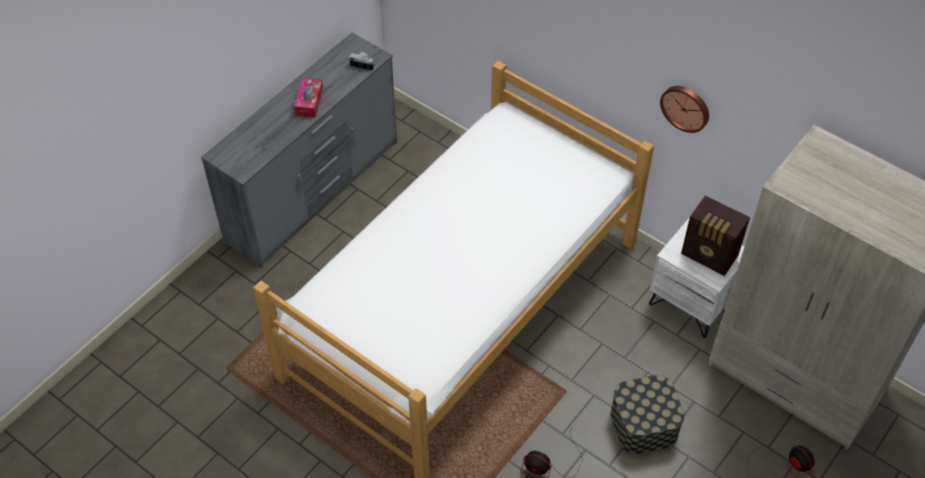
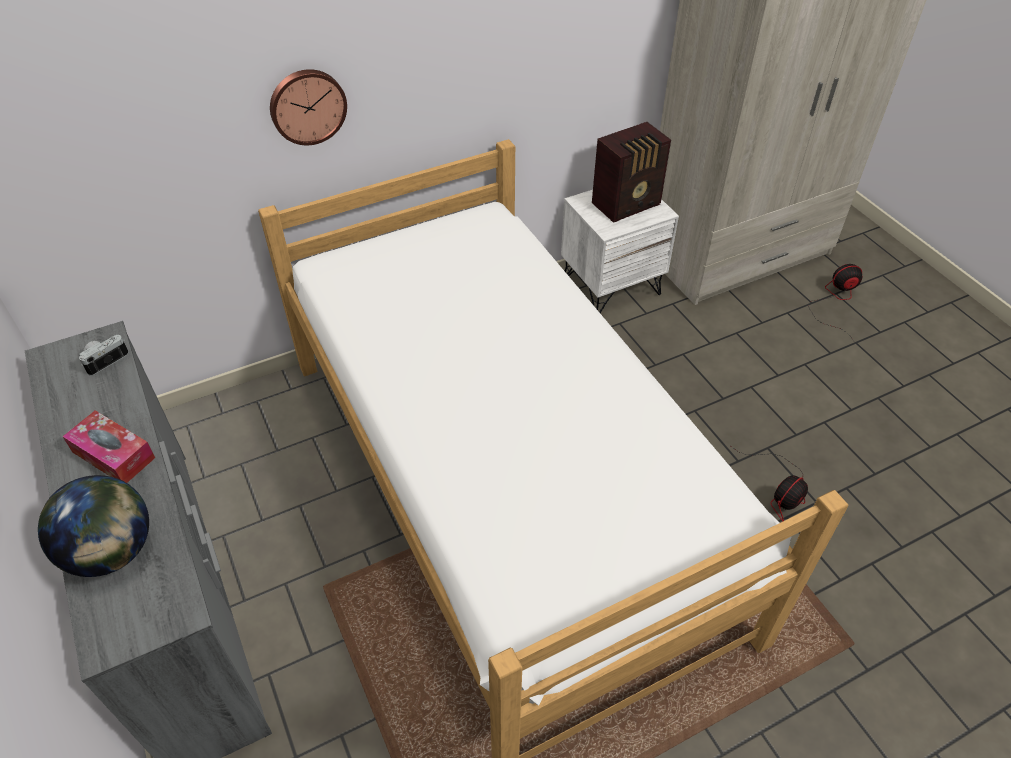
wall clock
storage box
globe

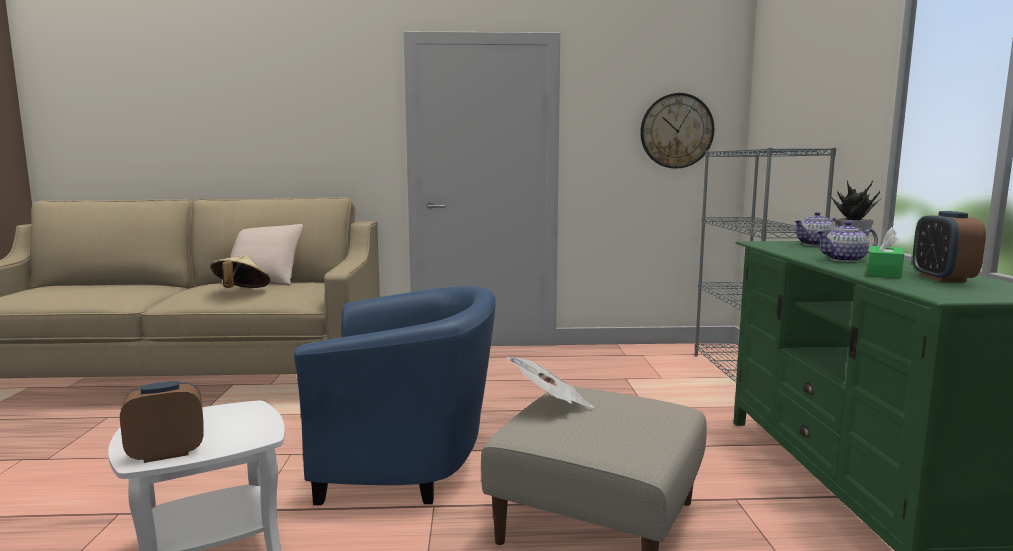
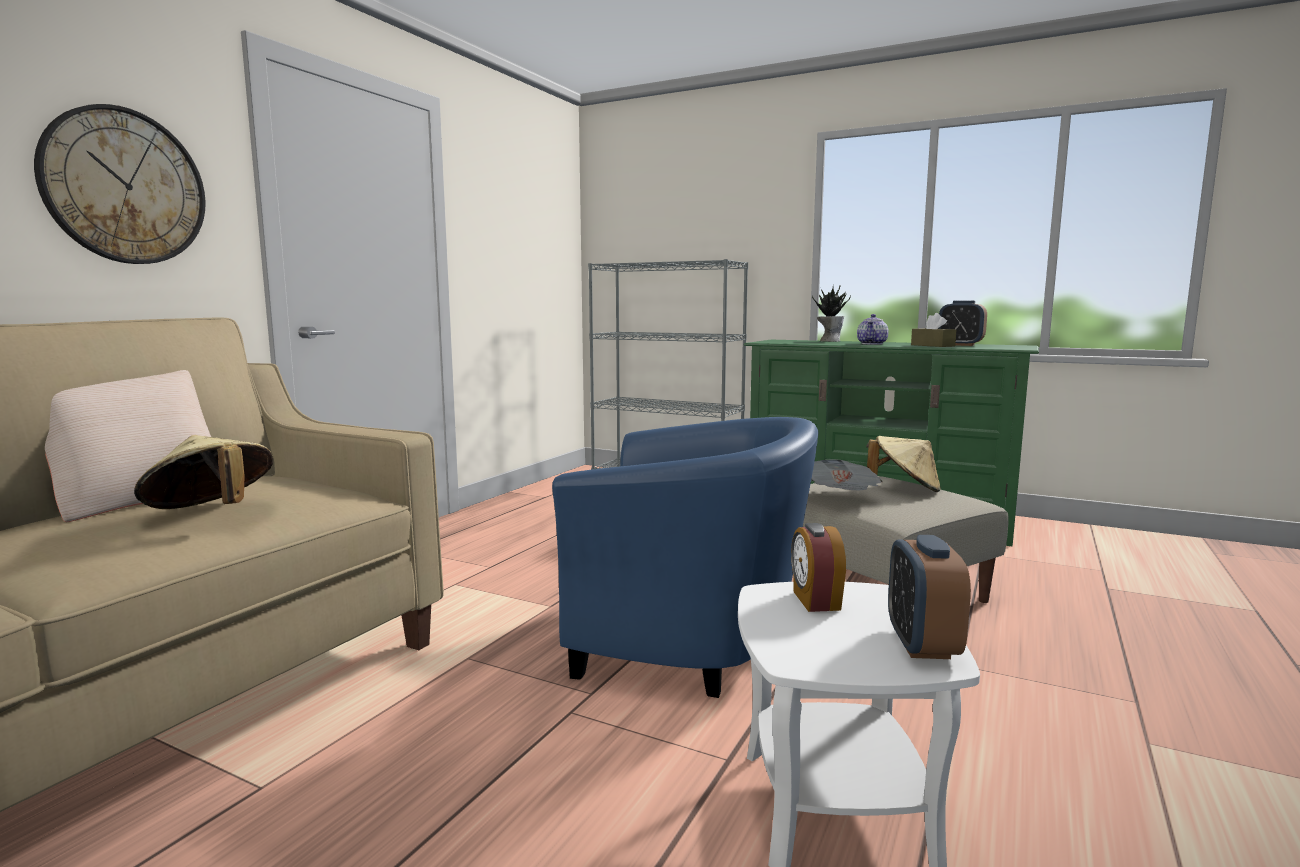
wall clock
teapot (no. 1 from left in the first image)
brown tissue box
blue armchair
beige hat (no. 2 from left)
alarm clock (no. 1 from left)

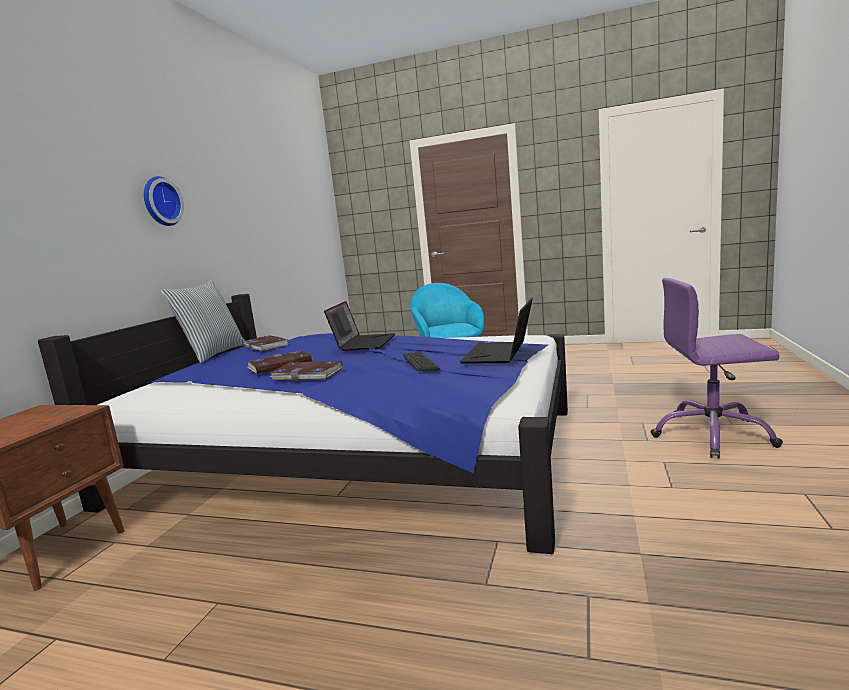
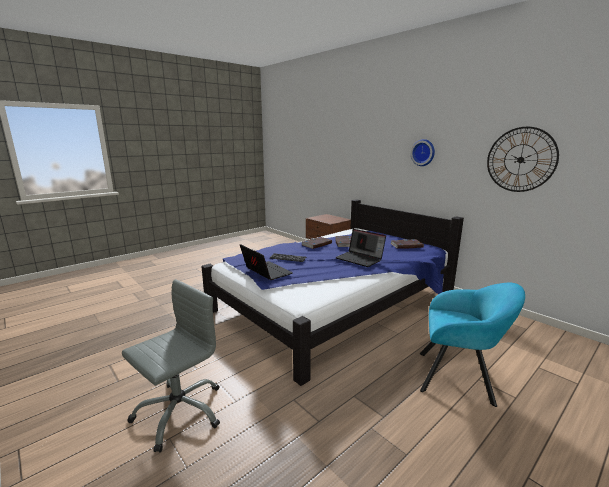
grey office chair
pillow
wall clock (no. 2 from left)

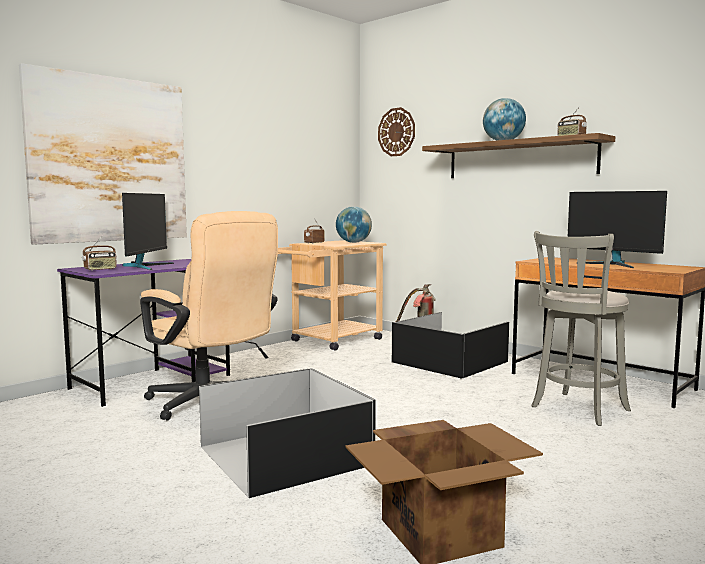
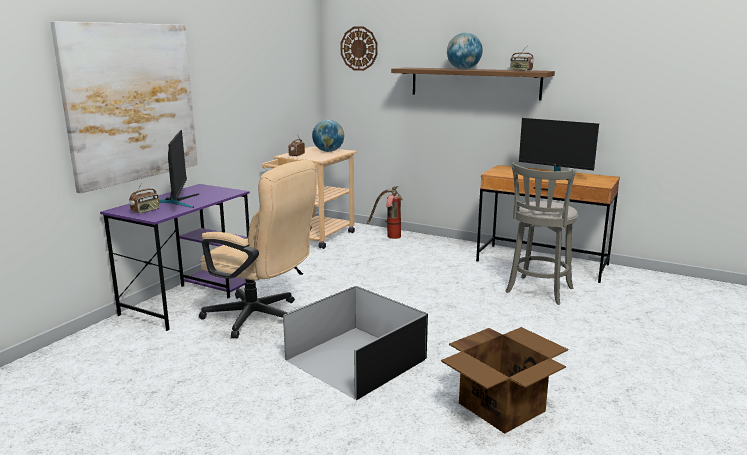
black storage box (no. 2 from left in the first image)

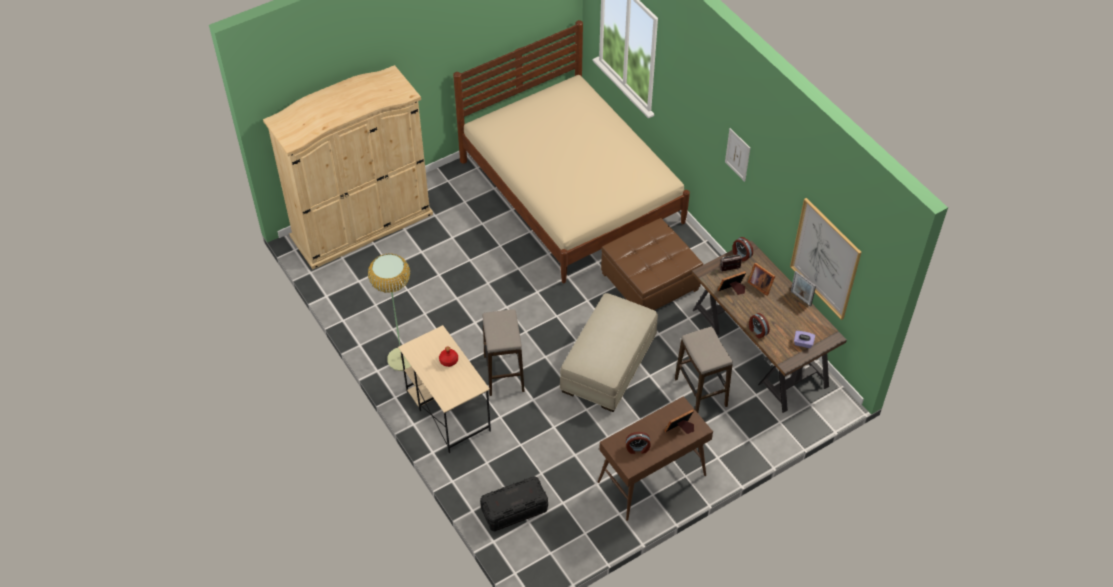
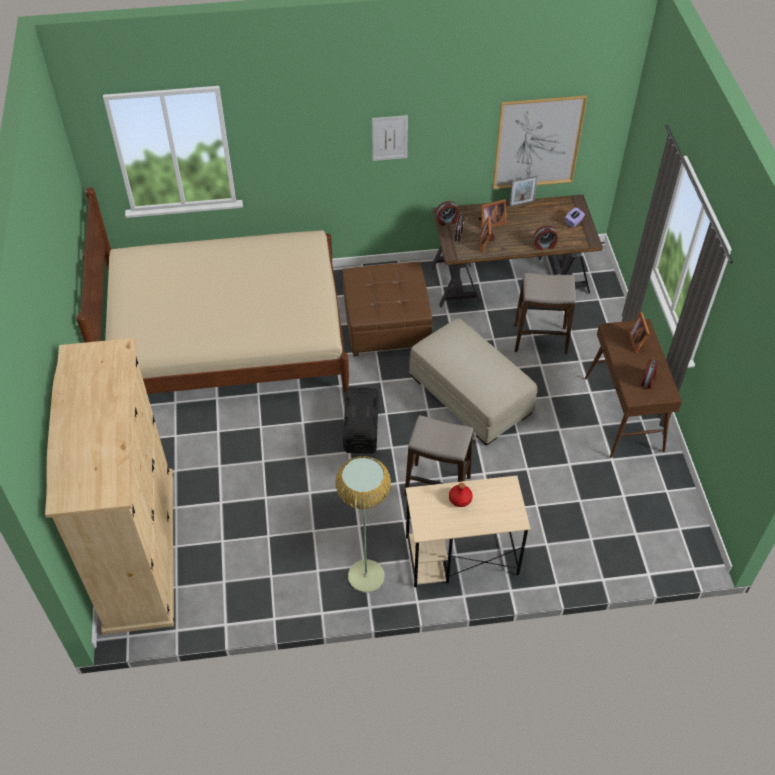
black storage box

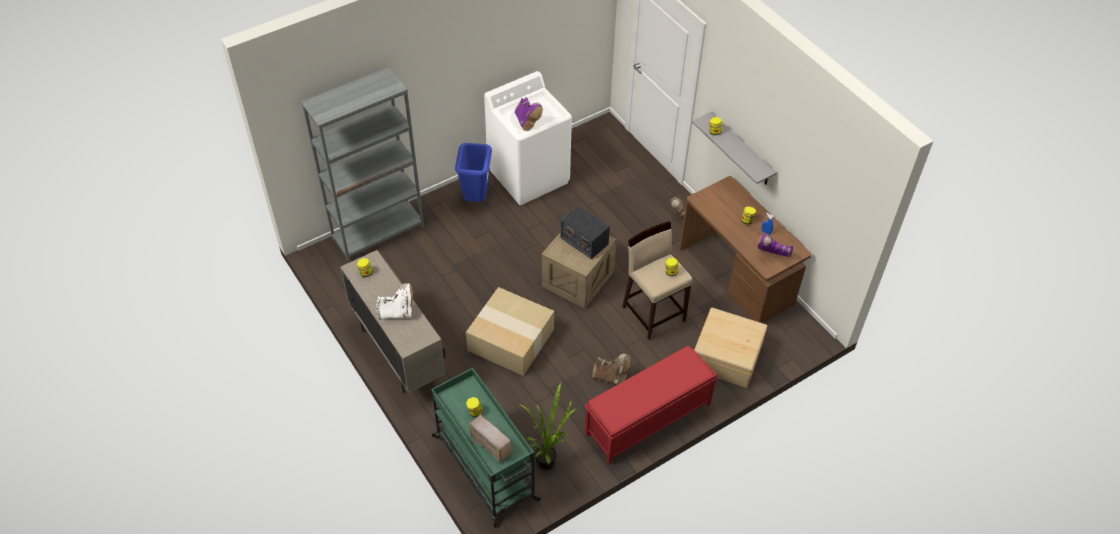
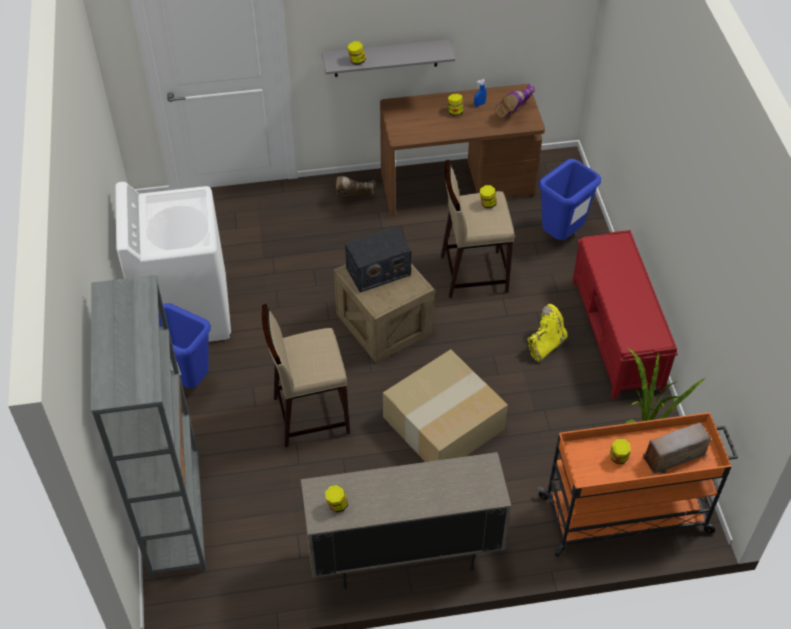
purple boot (no. 1 from left in the first image)
white boot
blue trash can (no. 2 from left)
yellow boot
orange cart
beige stool (no. 1 from left)

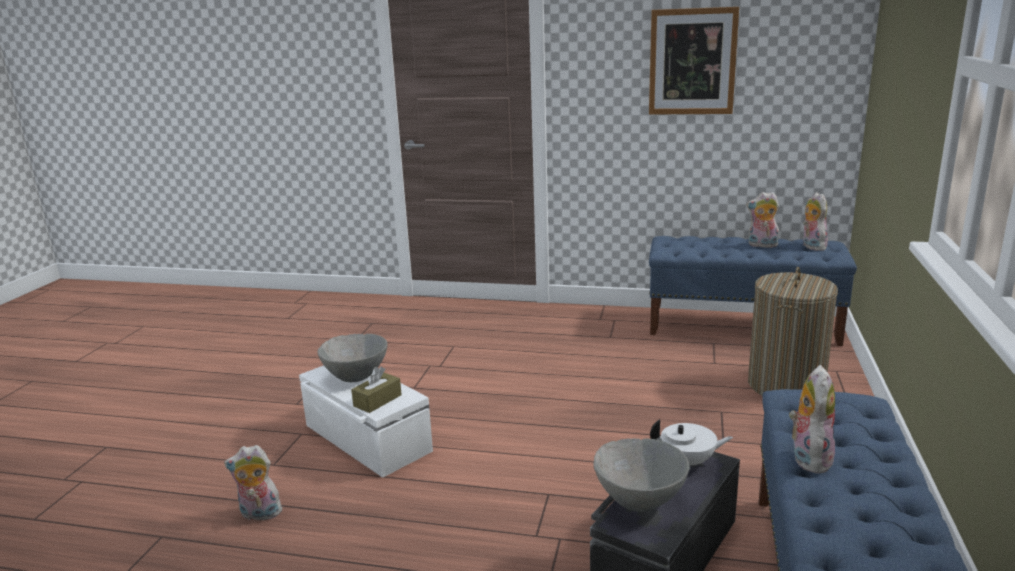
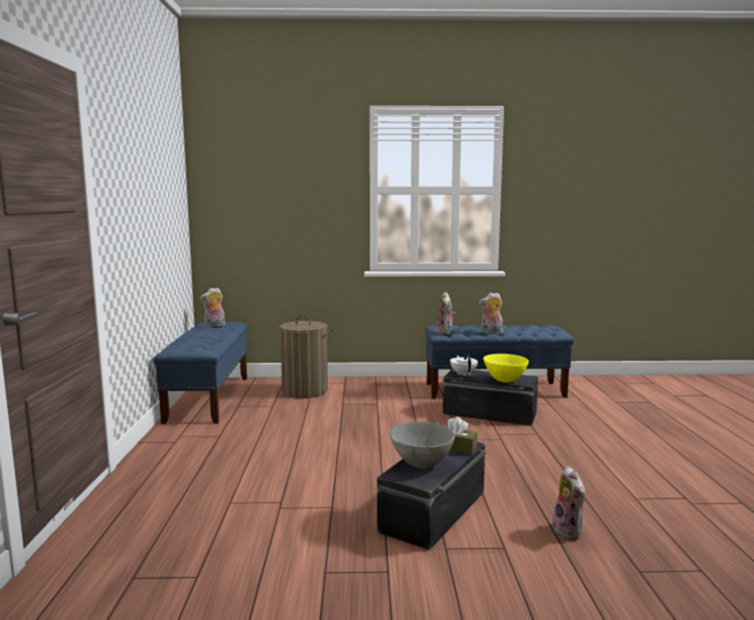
picture
plush toy (no. 2 from left)
black storage box (no. 1 from left)
yellow bowl

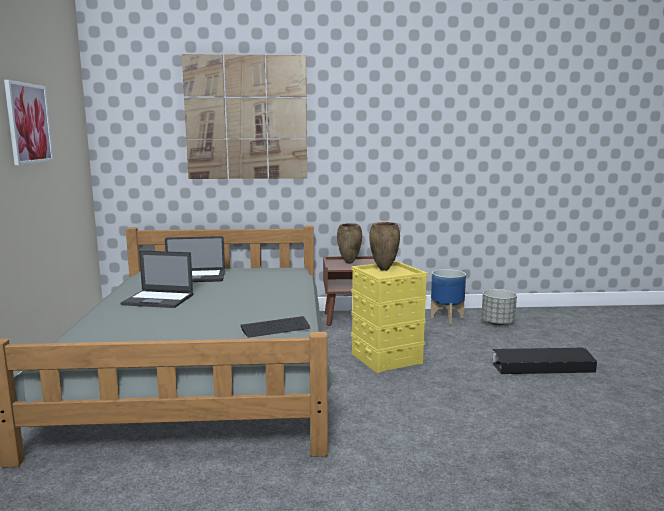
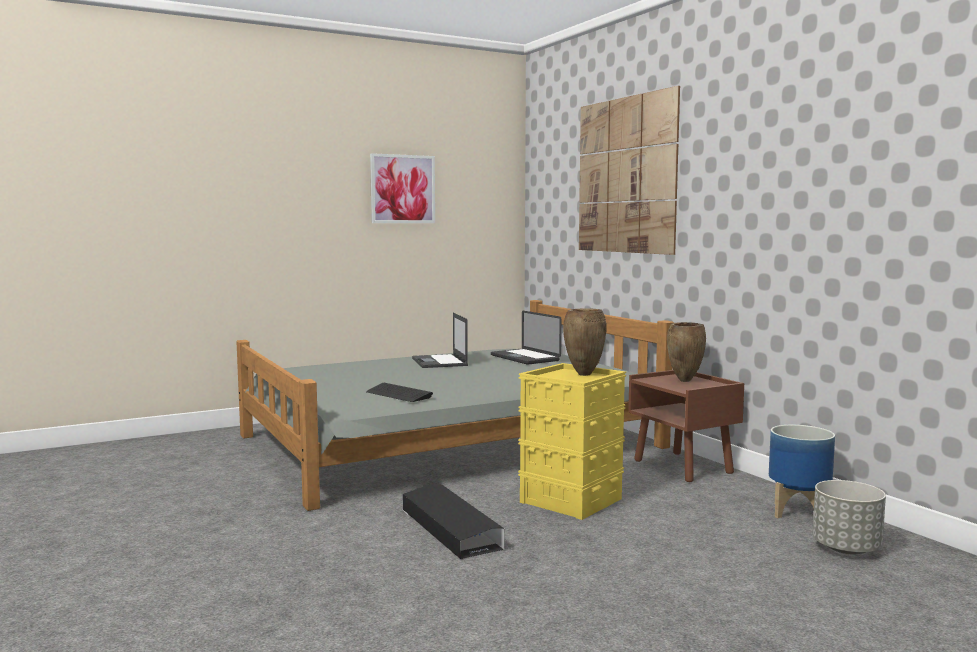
black storage box

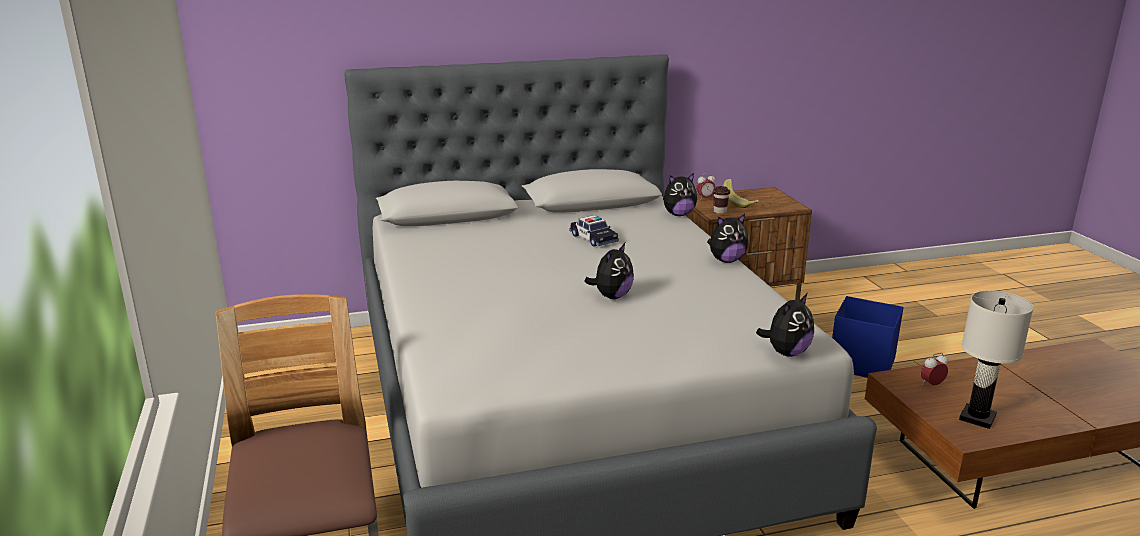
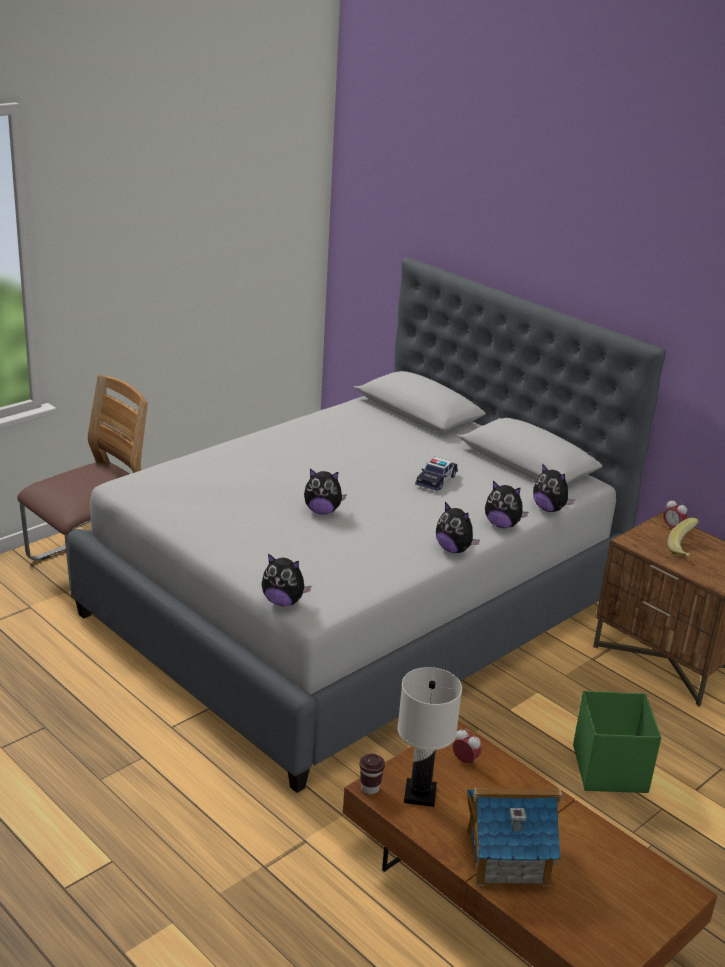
brown cup
green storage box
plush toy (no. 4 from left)
toy house

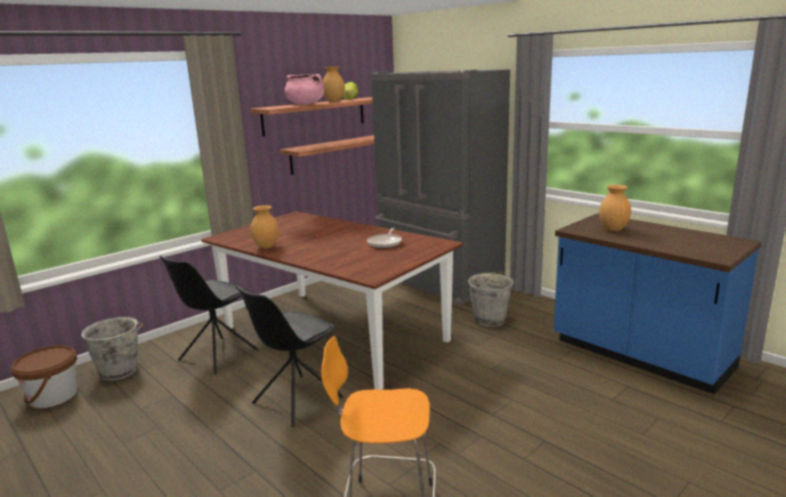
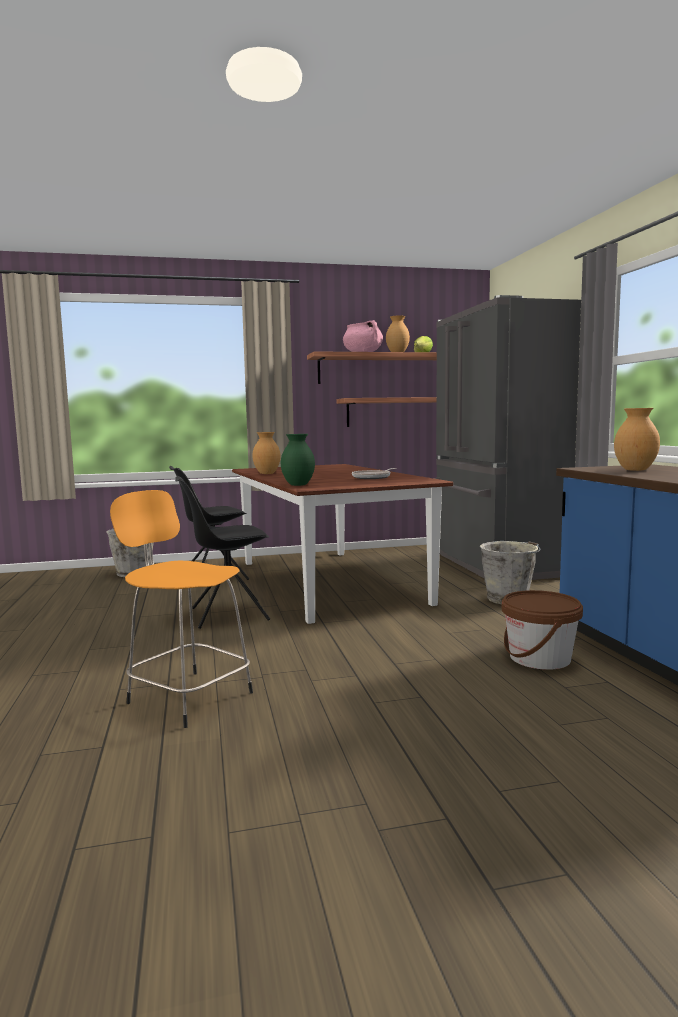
brown bucket
green vase

